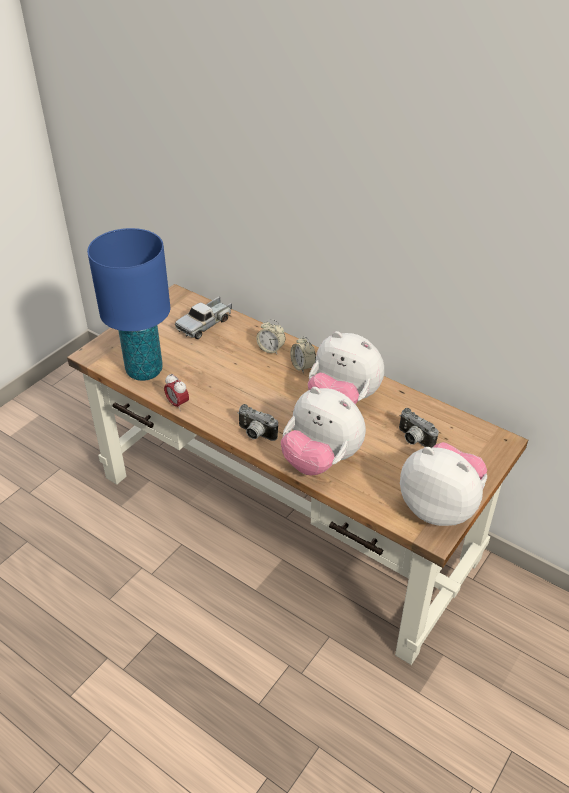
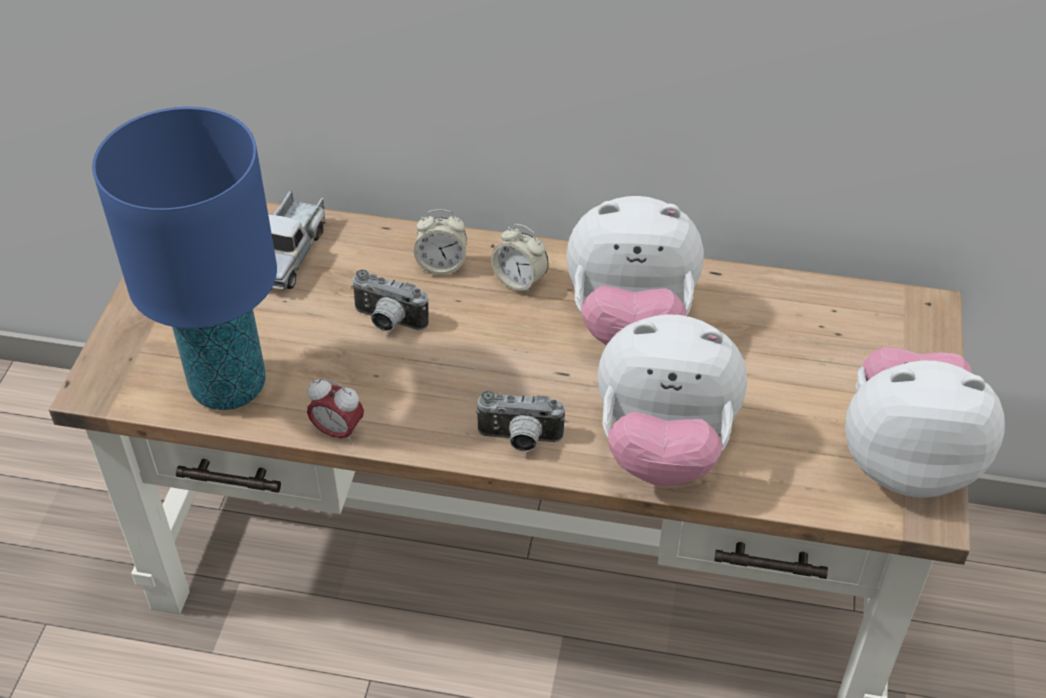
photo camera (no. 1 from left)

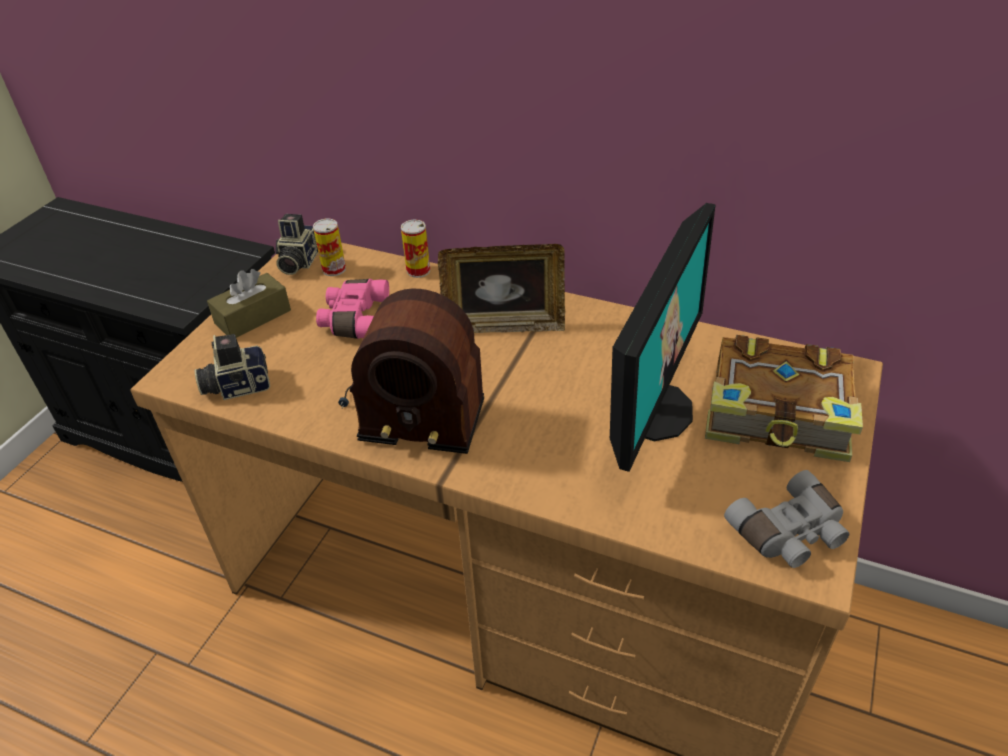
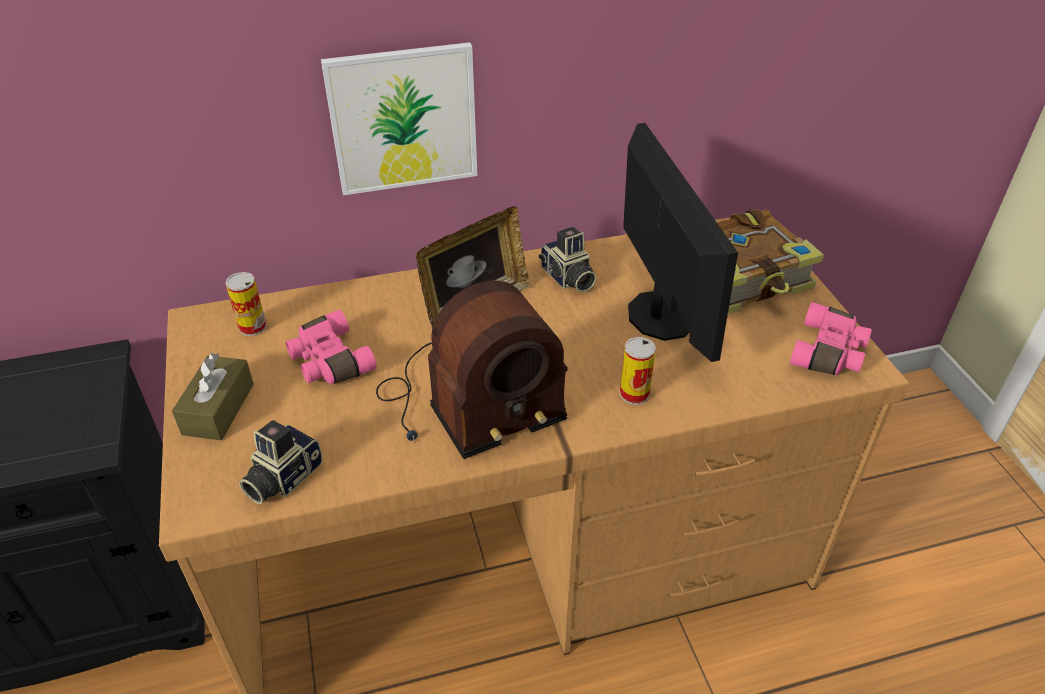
photo camera (no. 2 from left)
can (no. 2 from left)
pink binoculars (no. 2 from left)
picture

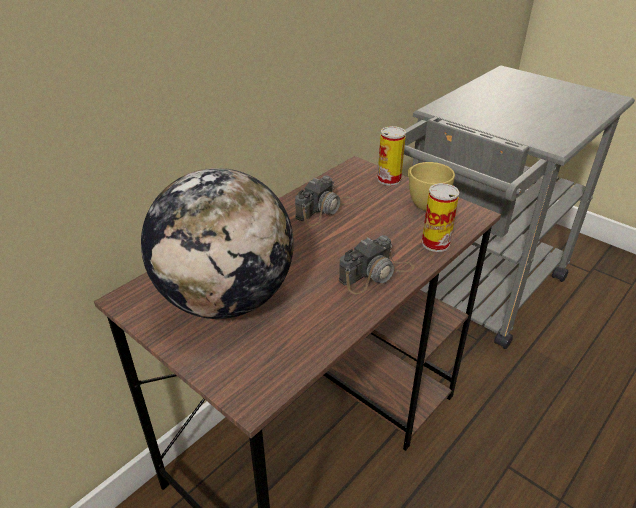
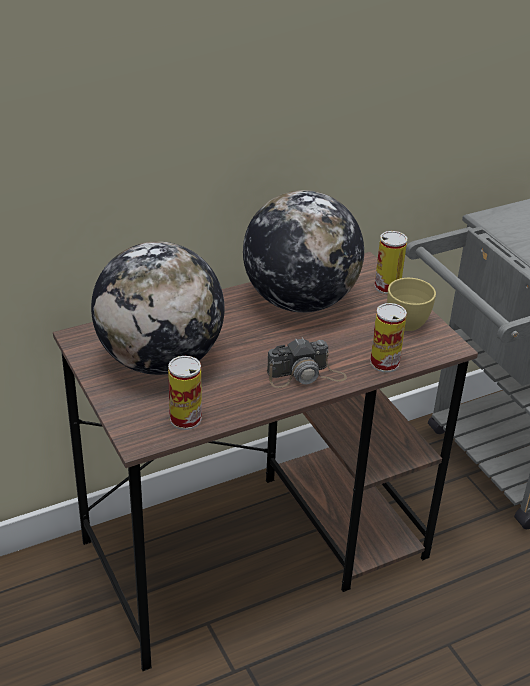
globe (no. 2 from left)
can (no. 1 from left)

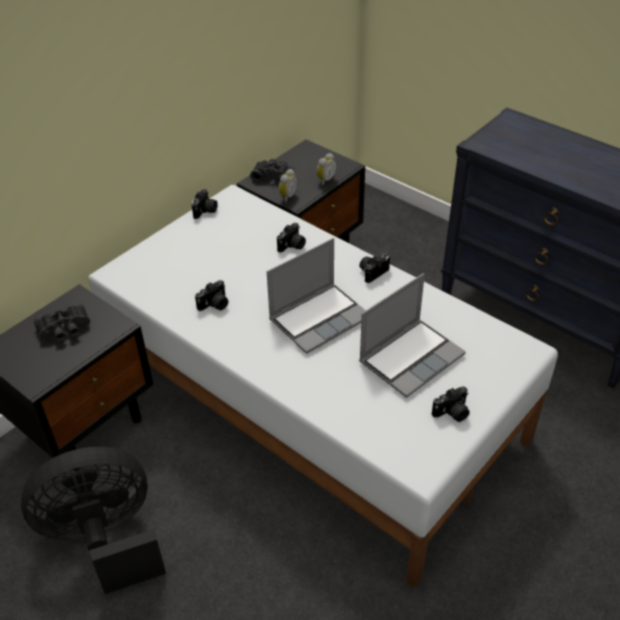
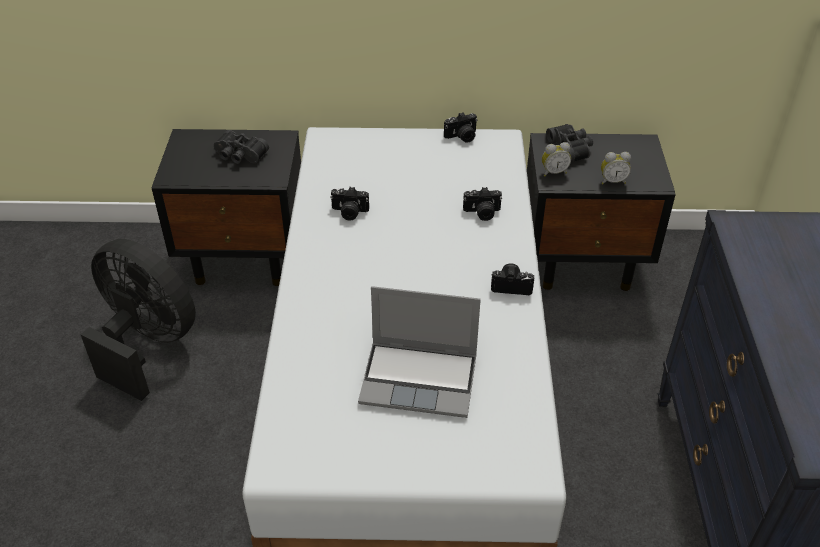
laptop (no. 1 from left in the first image)
photo camera (no. 5 from left in the first image)

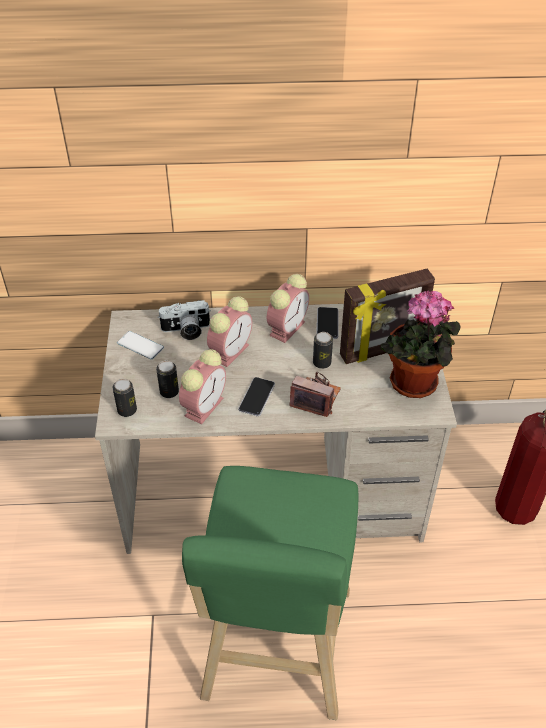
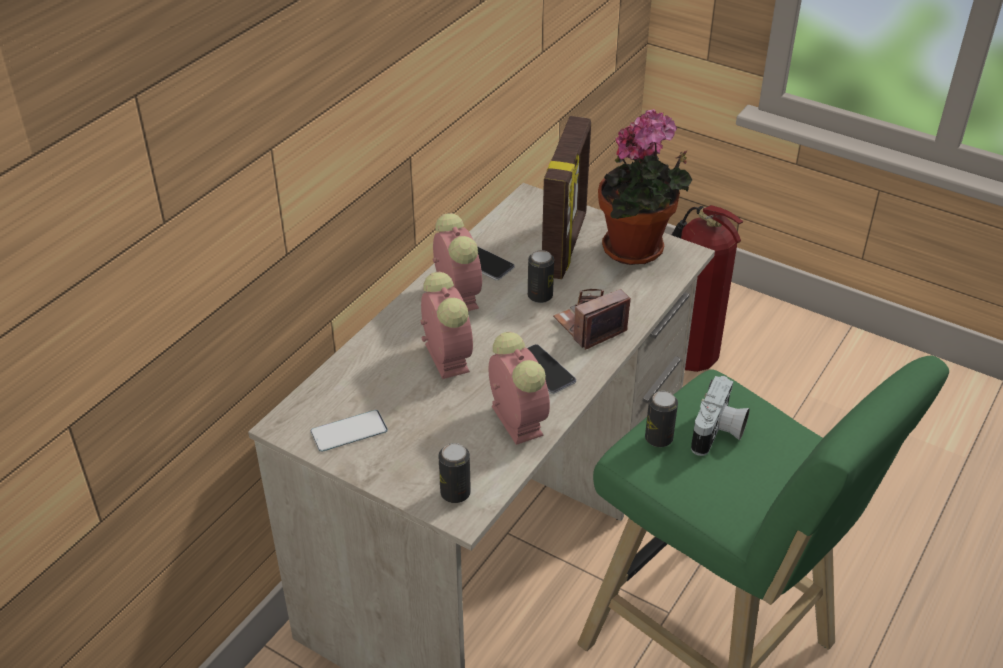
photo camera (no. 2 from left)
can (no. 3 from left)

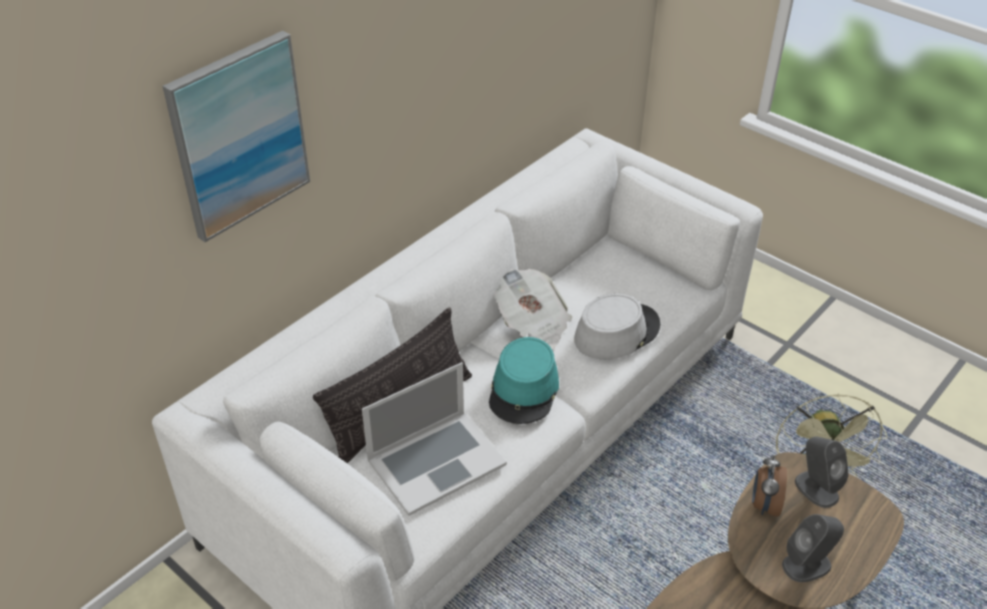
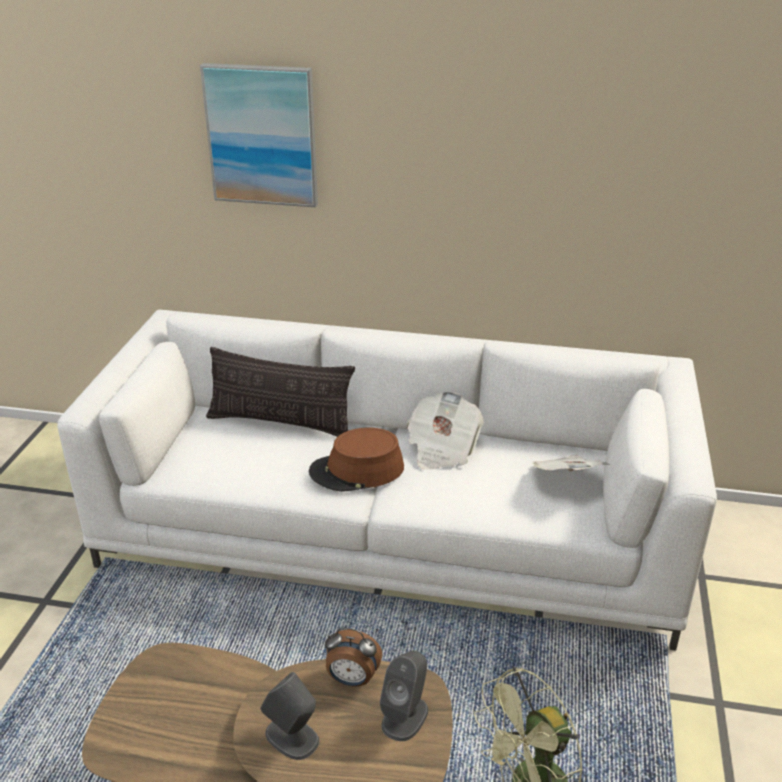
grey hat
brown hat
laptop
alarm clock
newspaper (no. 2 from left)

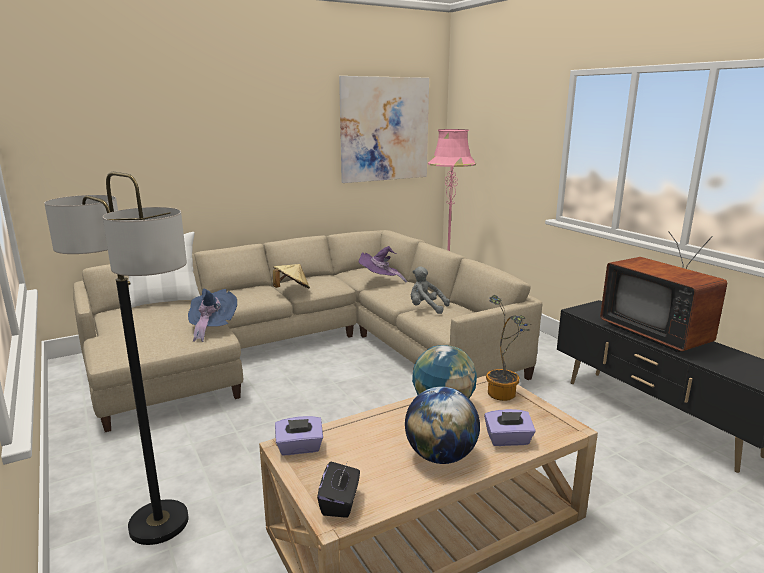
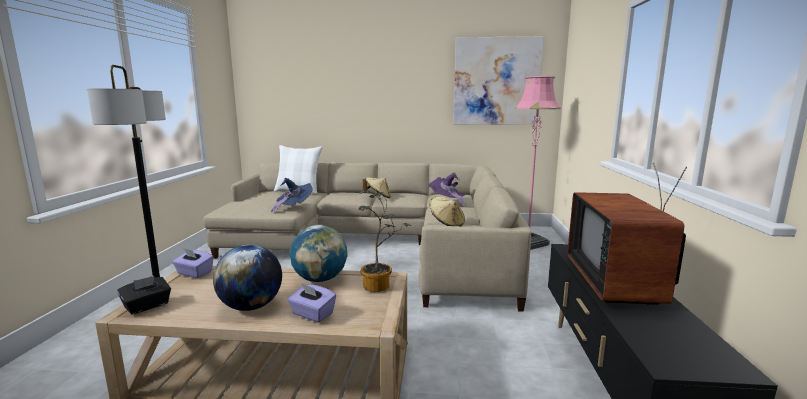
beige hat (no. 2 from left)

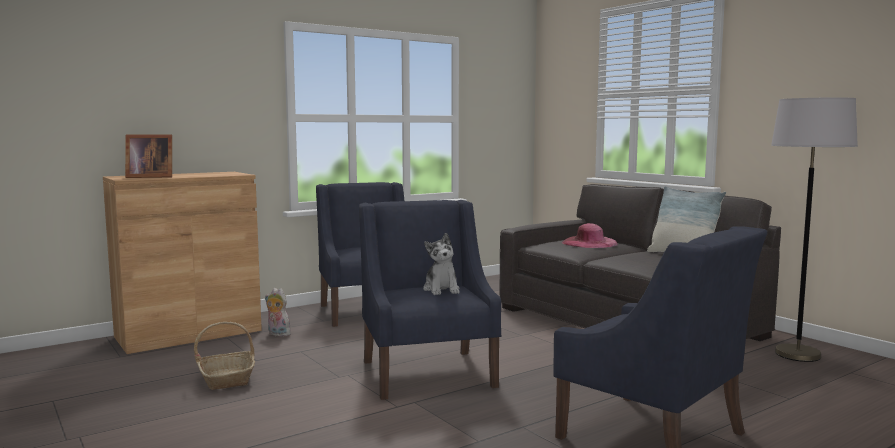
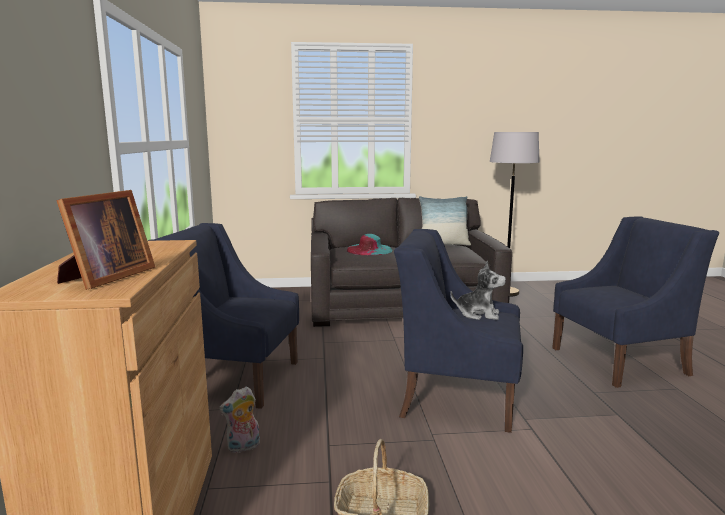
turquoise hat

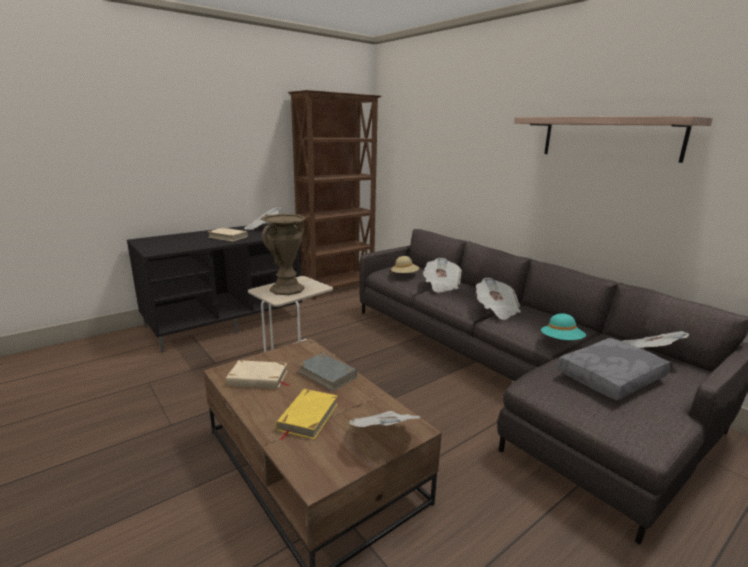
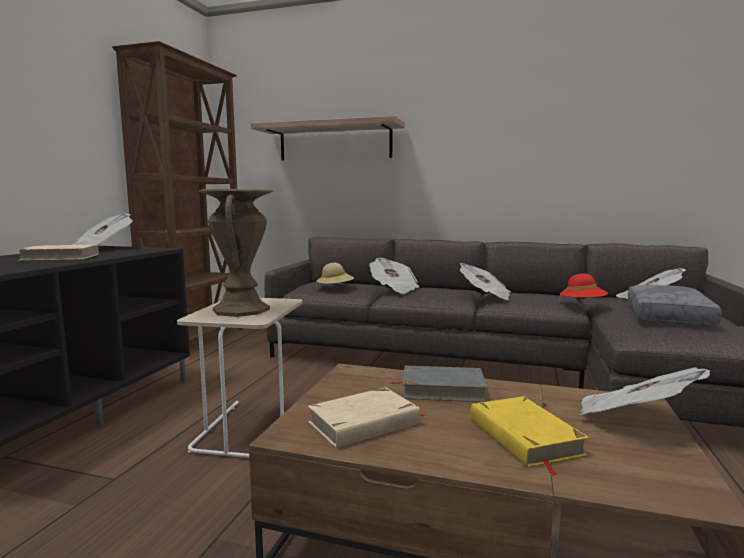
shelf
red hat

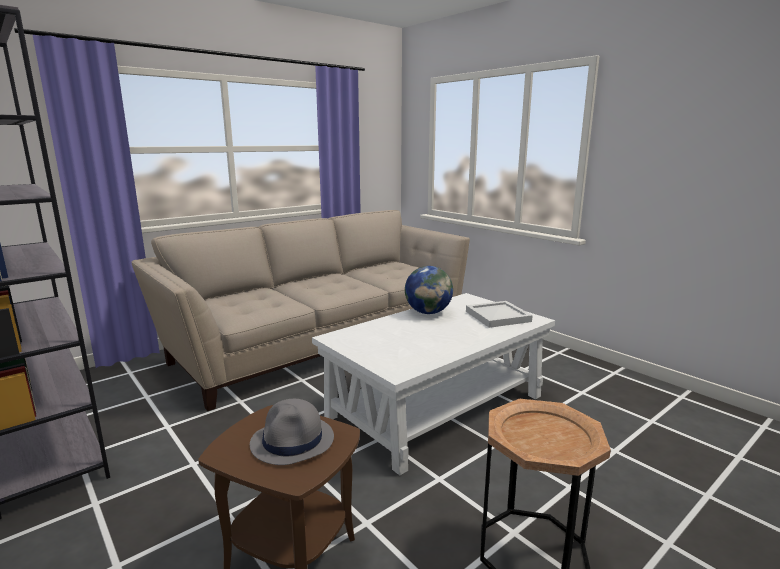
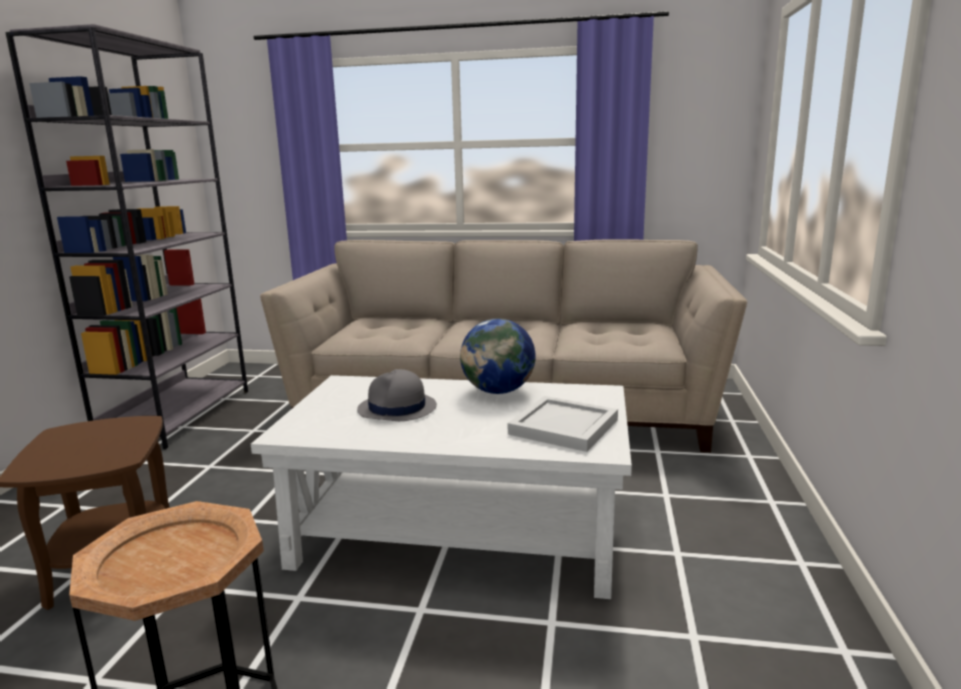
grey hat

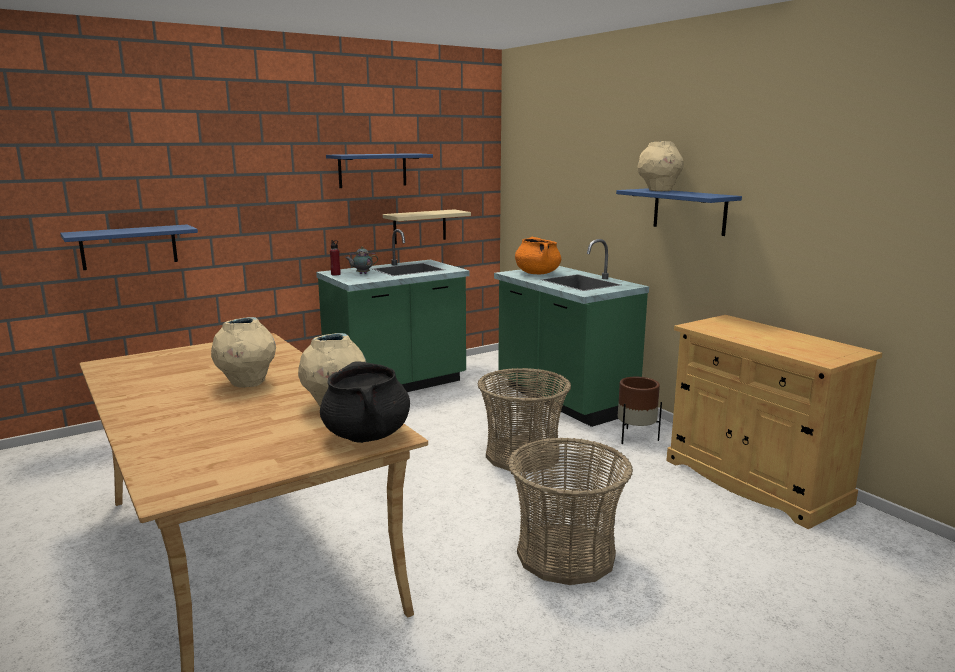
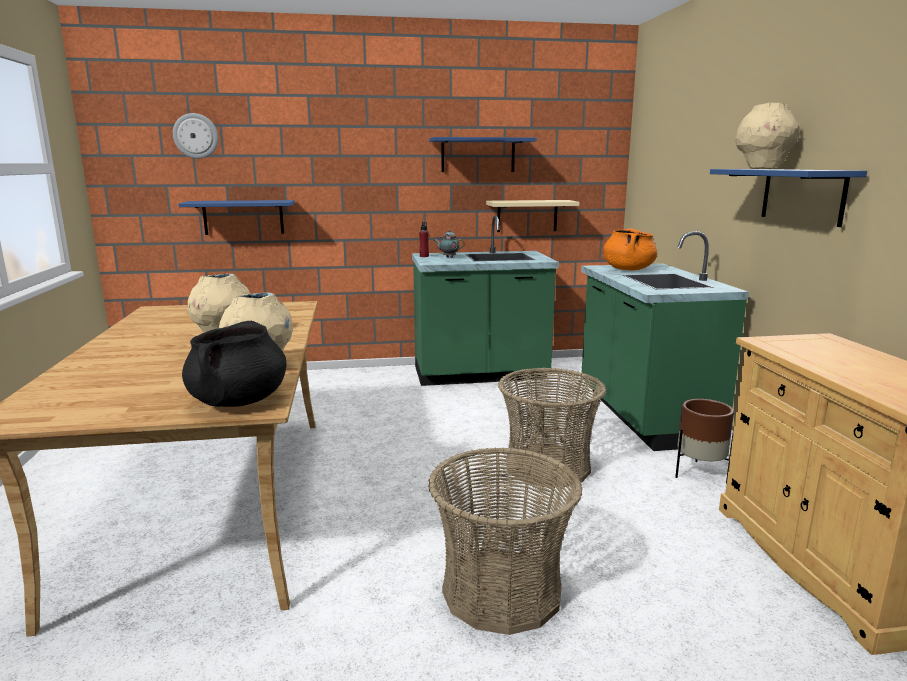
wall clock

